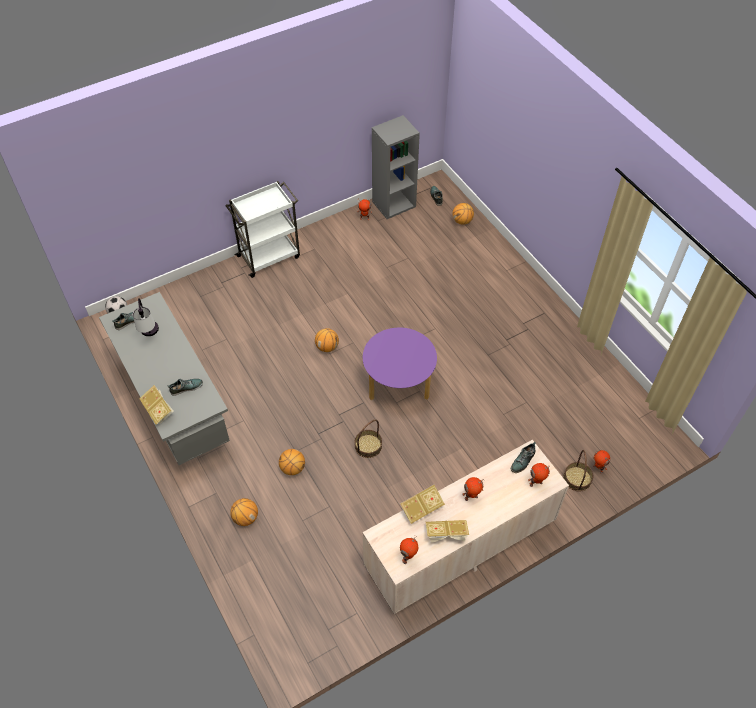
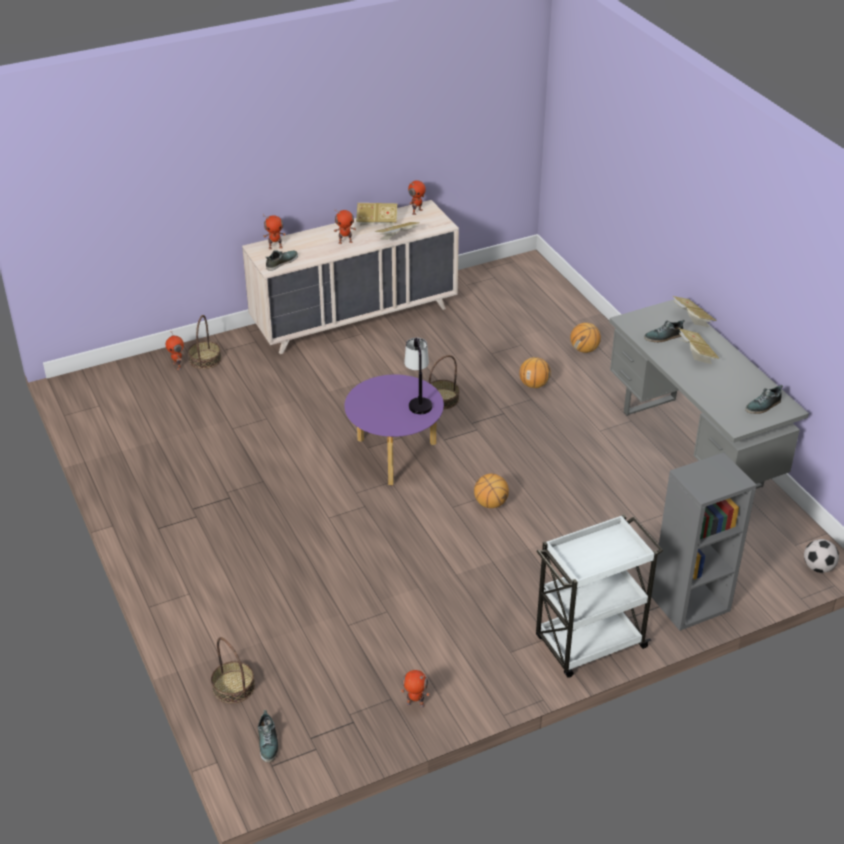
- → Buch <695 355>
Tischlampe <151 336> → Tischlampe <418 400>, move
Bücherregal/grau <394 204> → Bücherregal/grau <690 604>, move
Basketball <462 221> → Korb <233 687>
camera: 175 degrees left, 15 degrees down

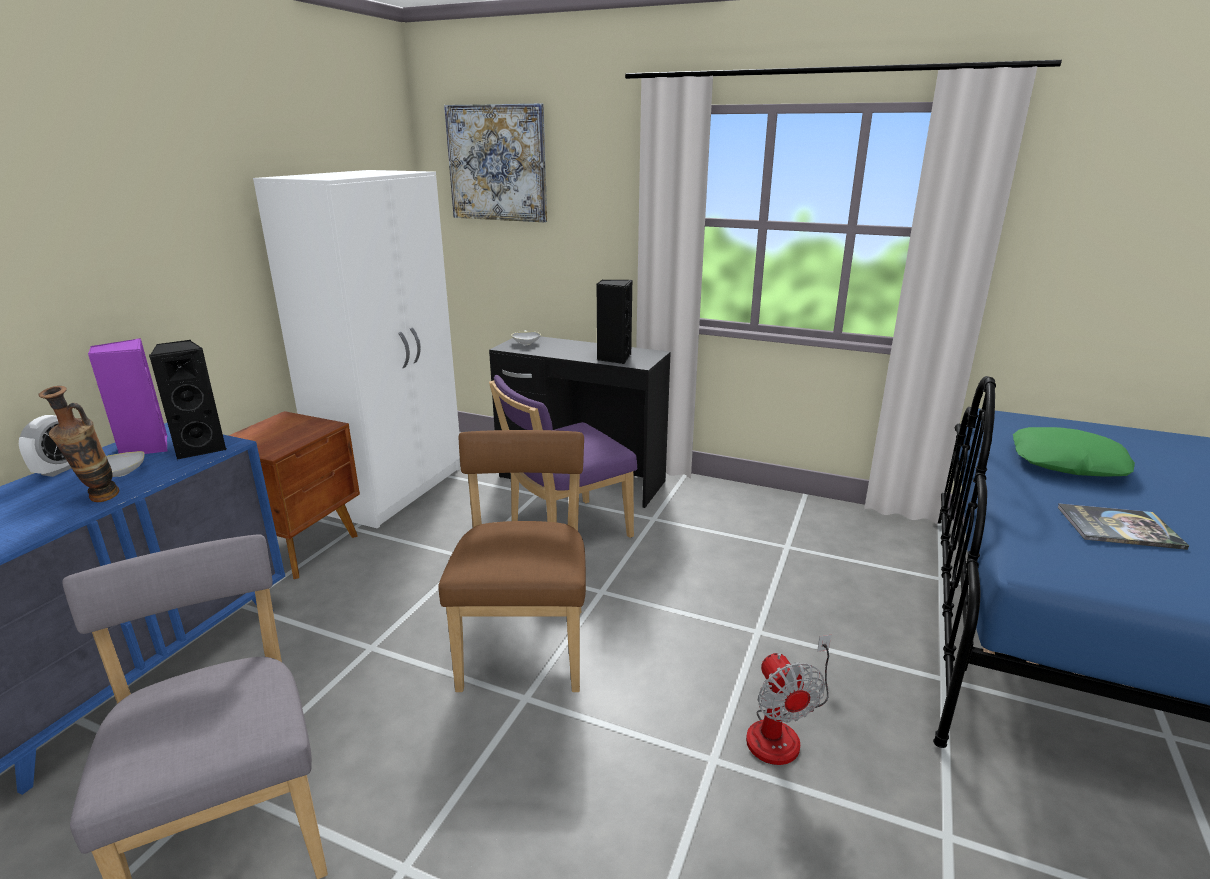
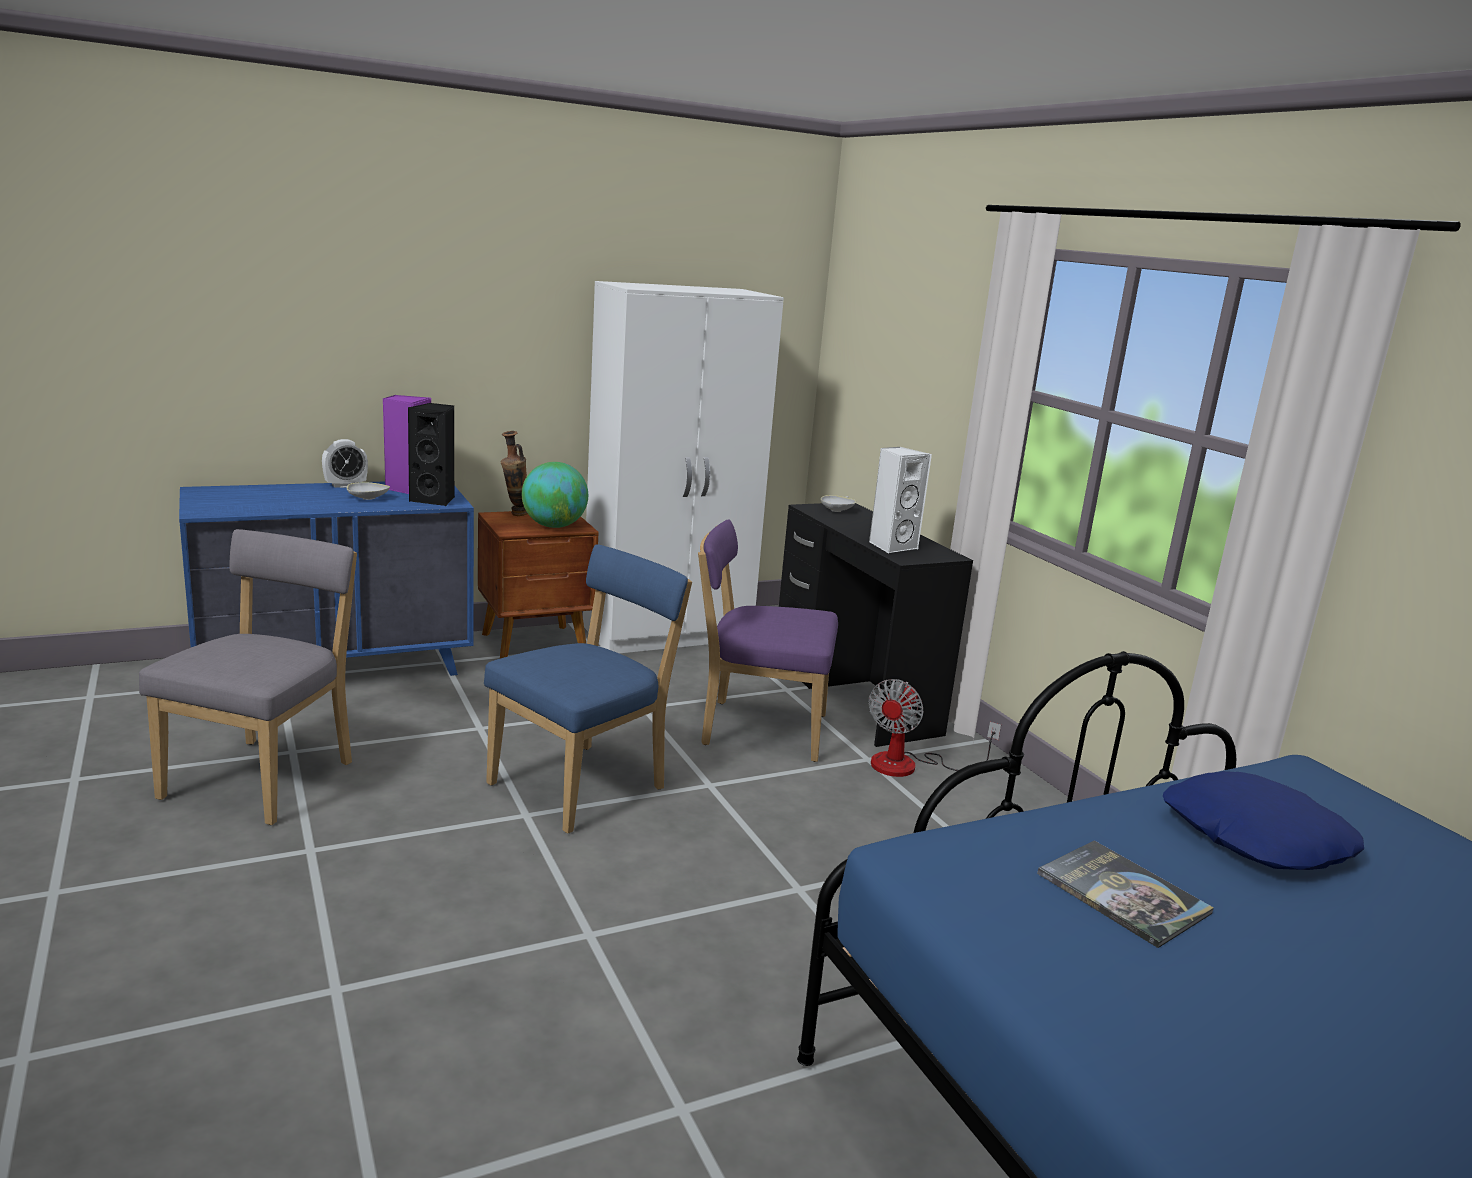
Bild <497 163> → -
- → Globus <554 526>
Vase <98 501> → Vase <514 515>, move
Ventilator <782 730> → Ventilator <909 765>, move
Stuhl/braun <525 644> → Stuhl/blau <584 784>
Lautsprecher/schwarz <614 358> → Lautsprecher/weiß <891 546>
Kissen/grün <1067 463> → Kissen/blau <1255 837>
camera: 40 degrees right, 5 degrees down

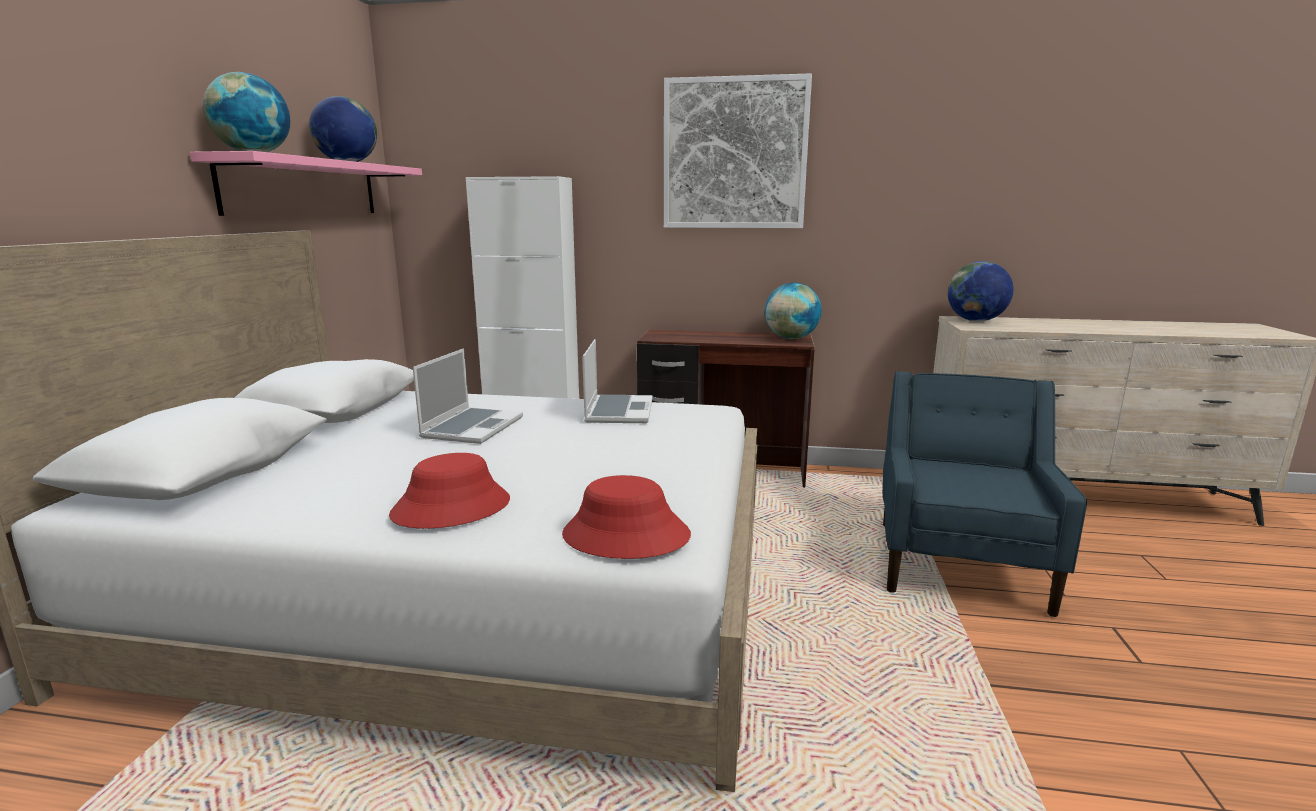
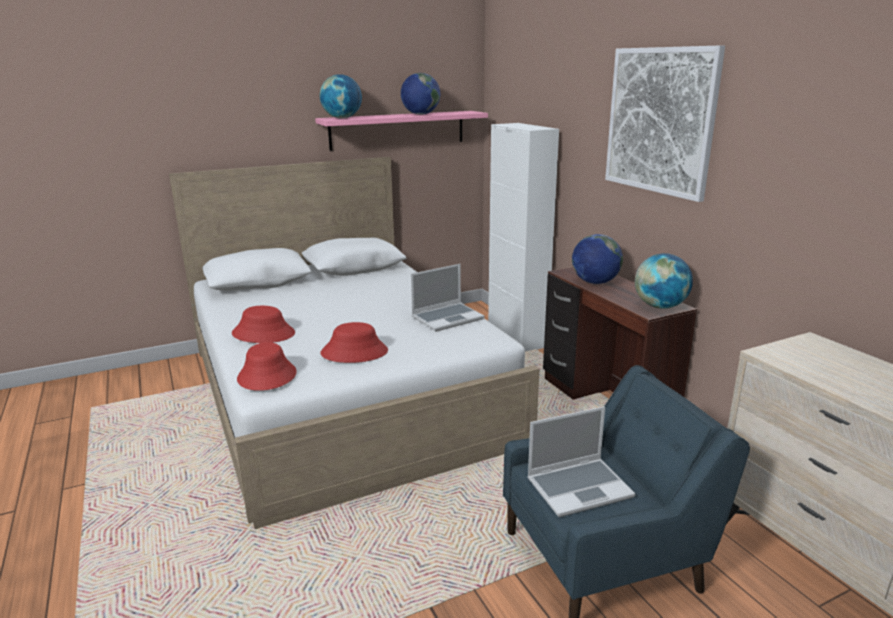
- → Hut/rot <354 352>
Laptop <472 427> → Laptop <579 487>, move
Globus <976 321> → Globus <595 282>, move
camera: 55 degrees right, 5 degrees up

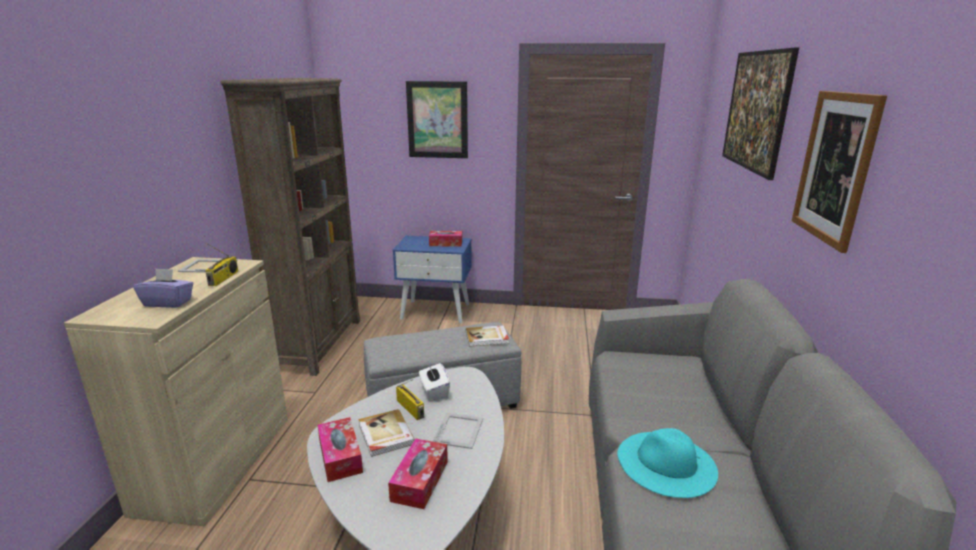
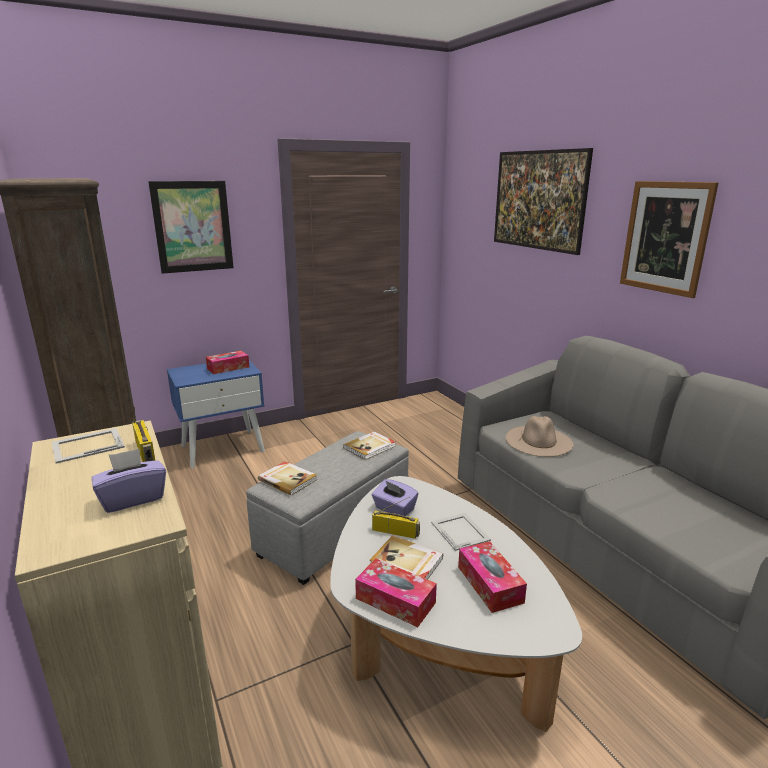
Hut/türkis <666 463> → -
- → Buch <288 479>
- → Hut/beige <539 440>
Taschentuchbox/weiß <434 392> → Taschentuchbox/lila <394 509>
camera: 35 degrees left, 0 degrees up

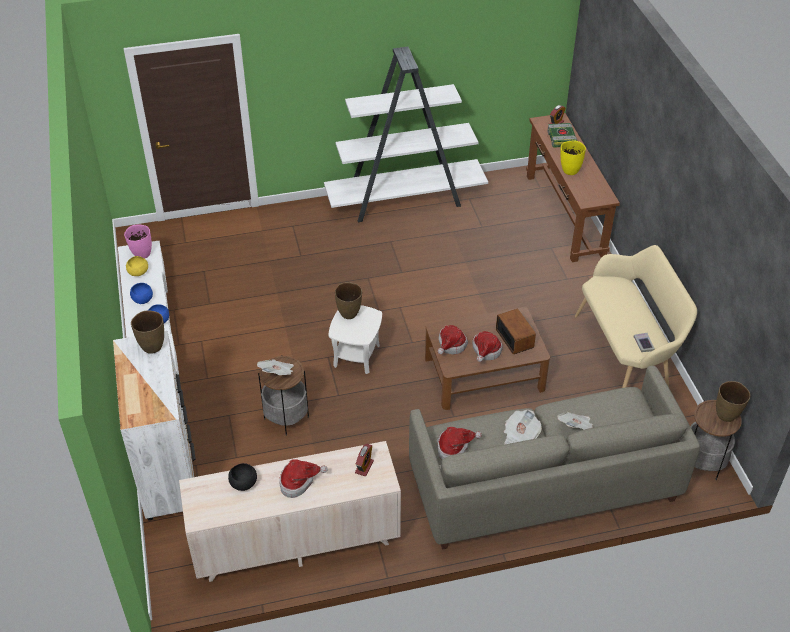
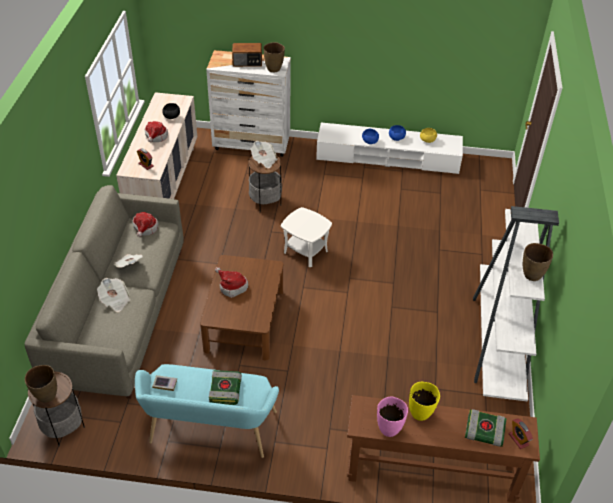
Hut <451 345> → -
- → Buch <226 391>
Vase/rosa <142 254> → Vase/rosa <389 428>, move
Vase/braun <349 314> → Vase/braun <531 275>, move
Radio <515 338> → Radio <247 62>, move
Bank/beige <626 353> → Bank/türkis <210 432>
camera: 110 degrees right, 0 degrees up

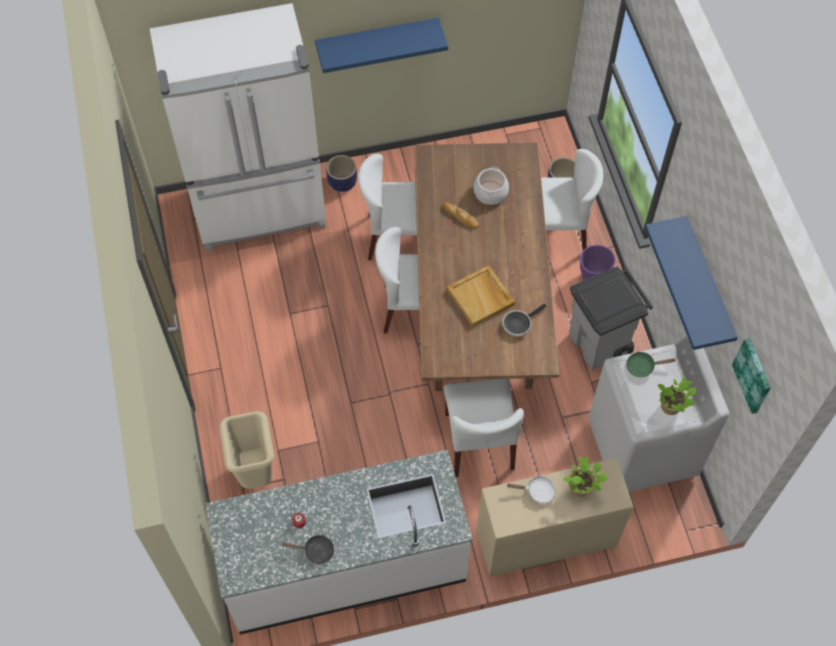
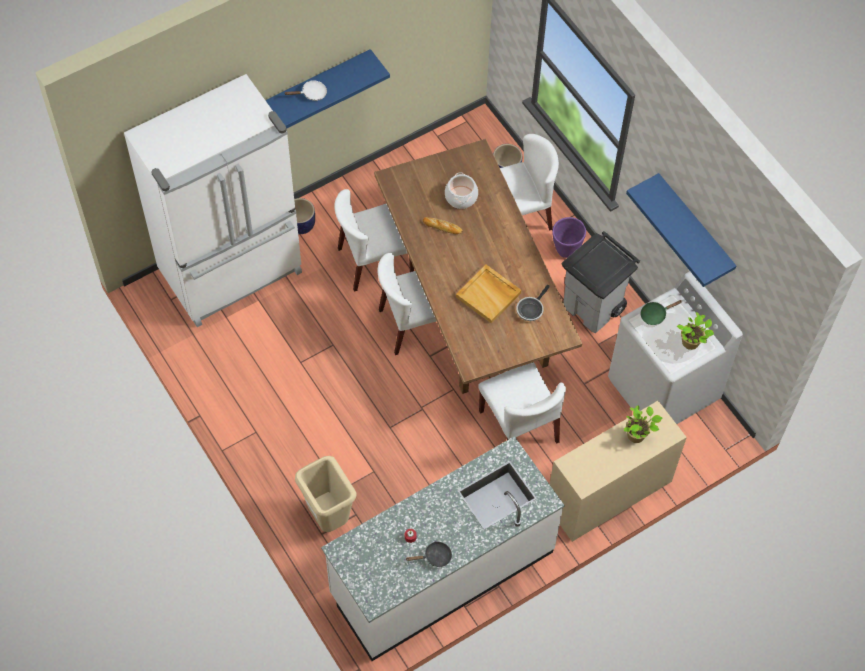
Bild <753 375> → -
Pfanne/weiß <537 491> → Pfanne/weiß <311 94>, move
camera: 20 degrees left, 0 degrees up

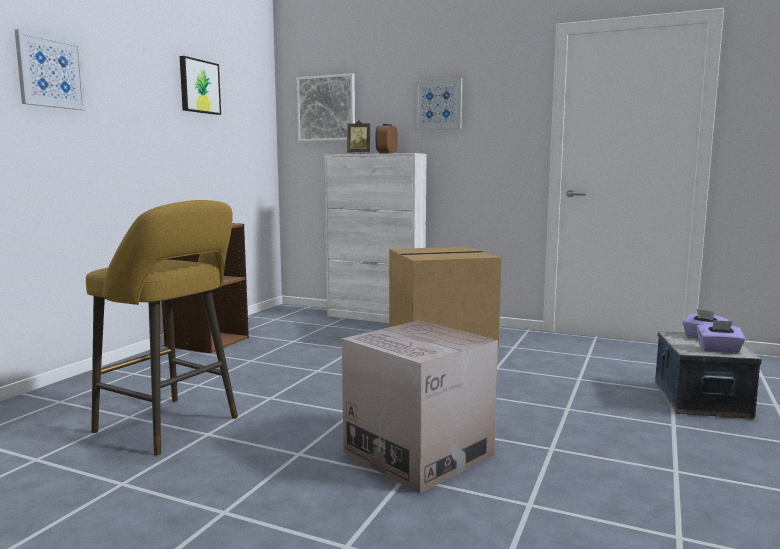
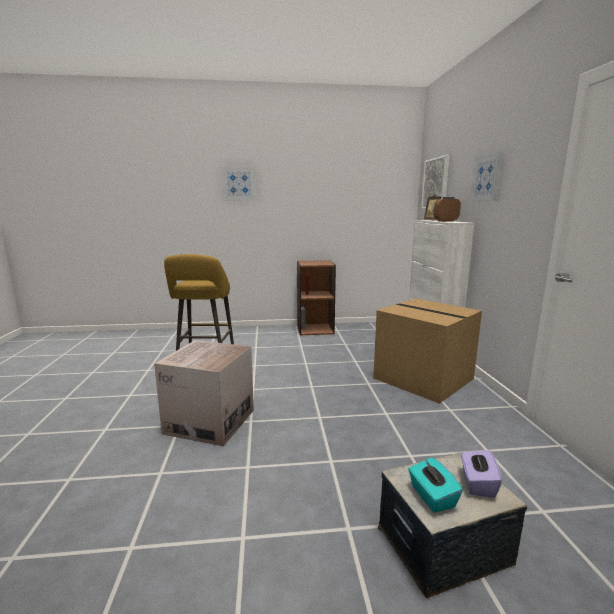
Bild <199 86> → -
Taschentuchbox/lila <719 349> → Taschentuchbox/türkis <431 497>
camera: 60 degrees right, 5 degrees up

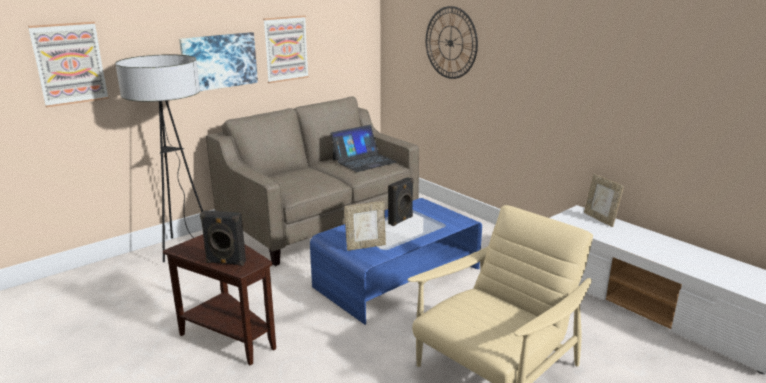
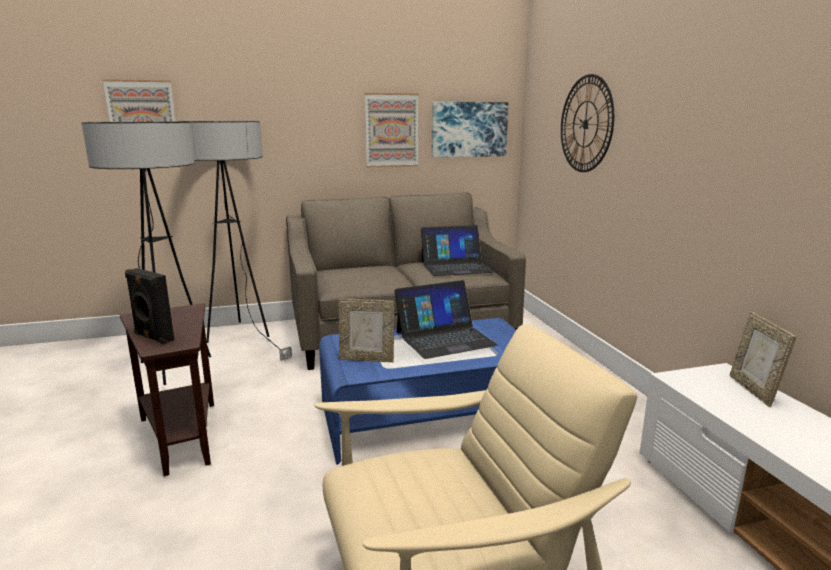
- → Stehlampe <171 371>
Bild <219 61> → Bild <469 129>, move
Lautsprecher/schwarz <401 220> → Laptop <445 338>
camera: 25 degrees right, 5 degrees down

